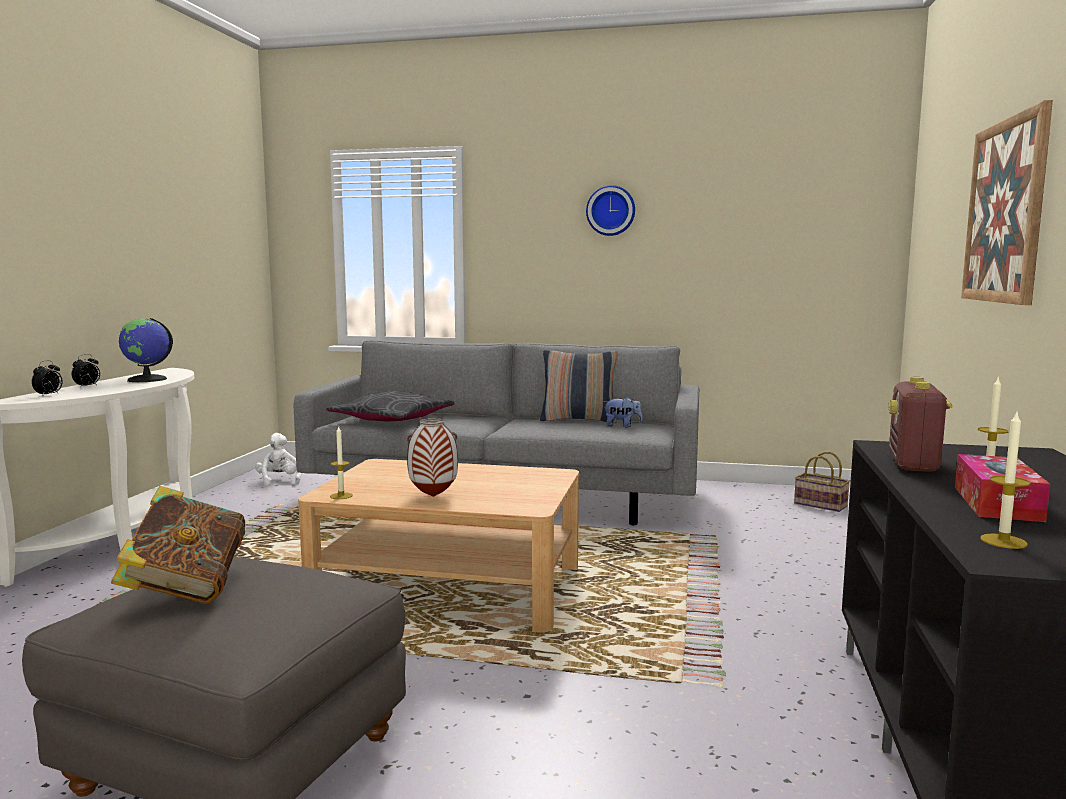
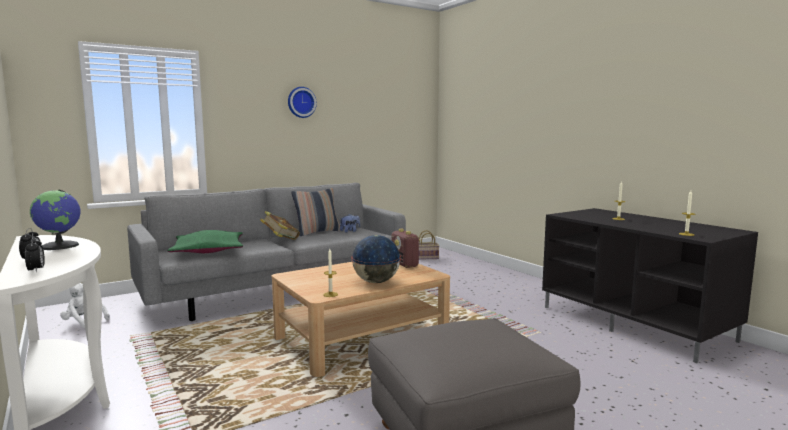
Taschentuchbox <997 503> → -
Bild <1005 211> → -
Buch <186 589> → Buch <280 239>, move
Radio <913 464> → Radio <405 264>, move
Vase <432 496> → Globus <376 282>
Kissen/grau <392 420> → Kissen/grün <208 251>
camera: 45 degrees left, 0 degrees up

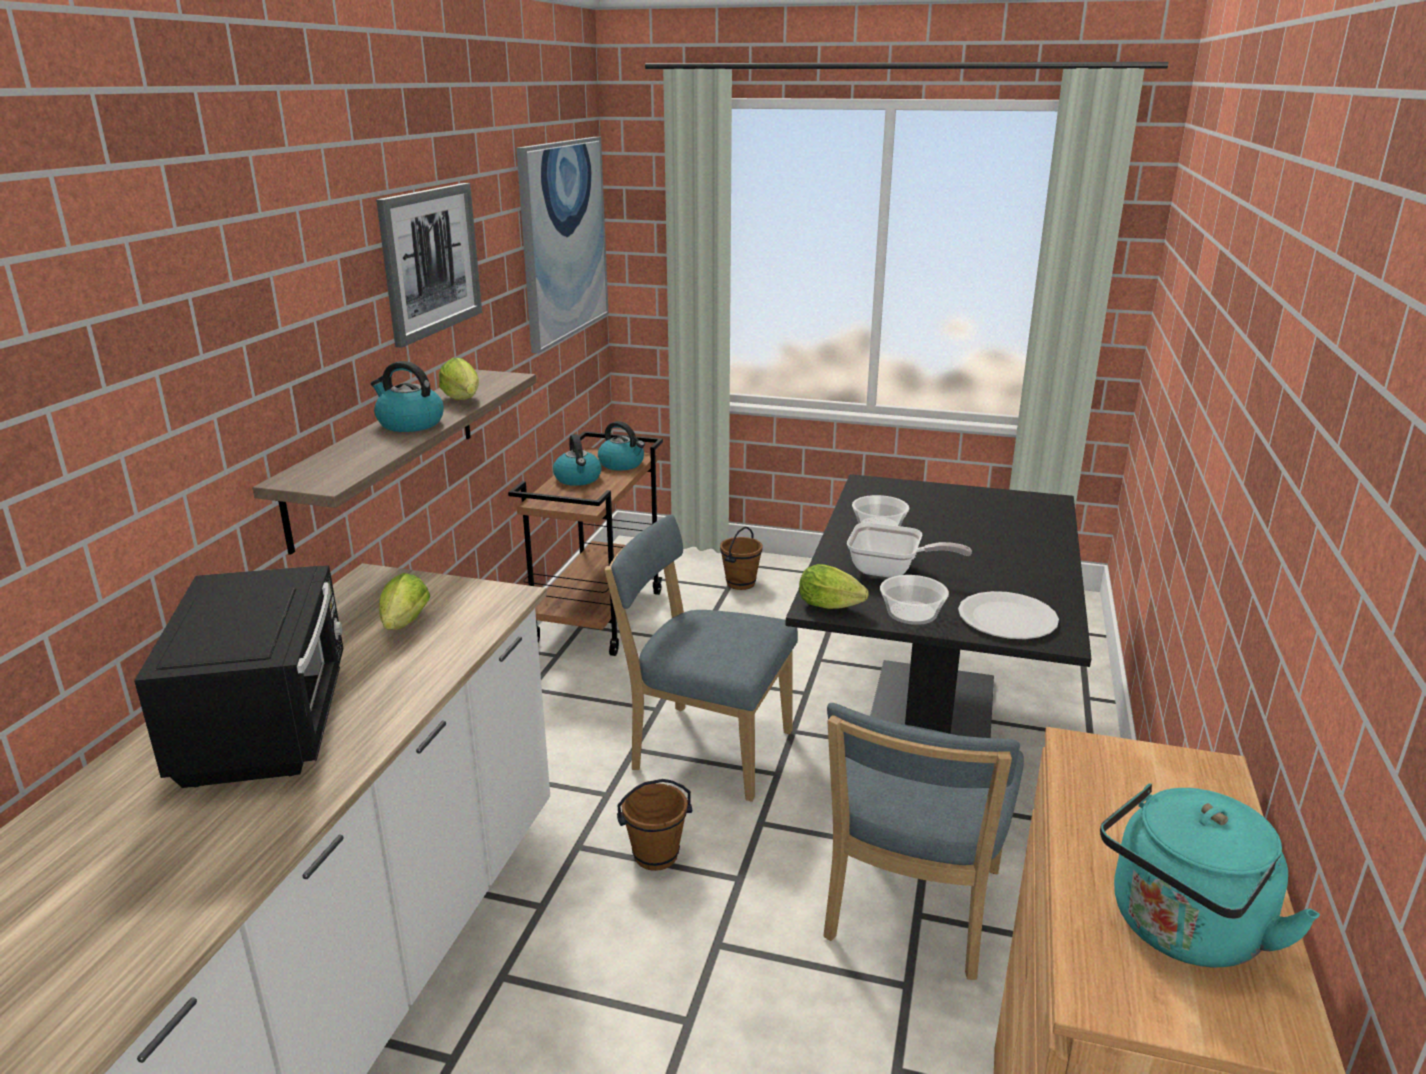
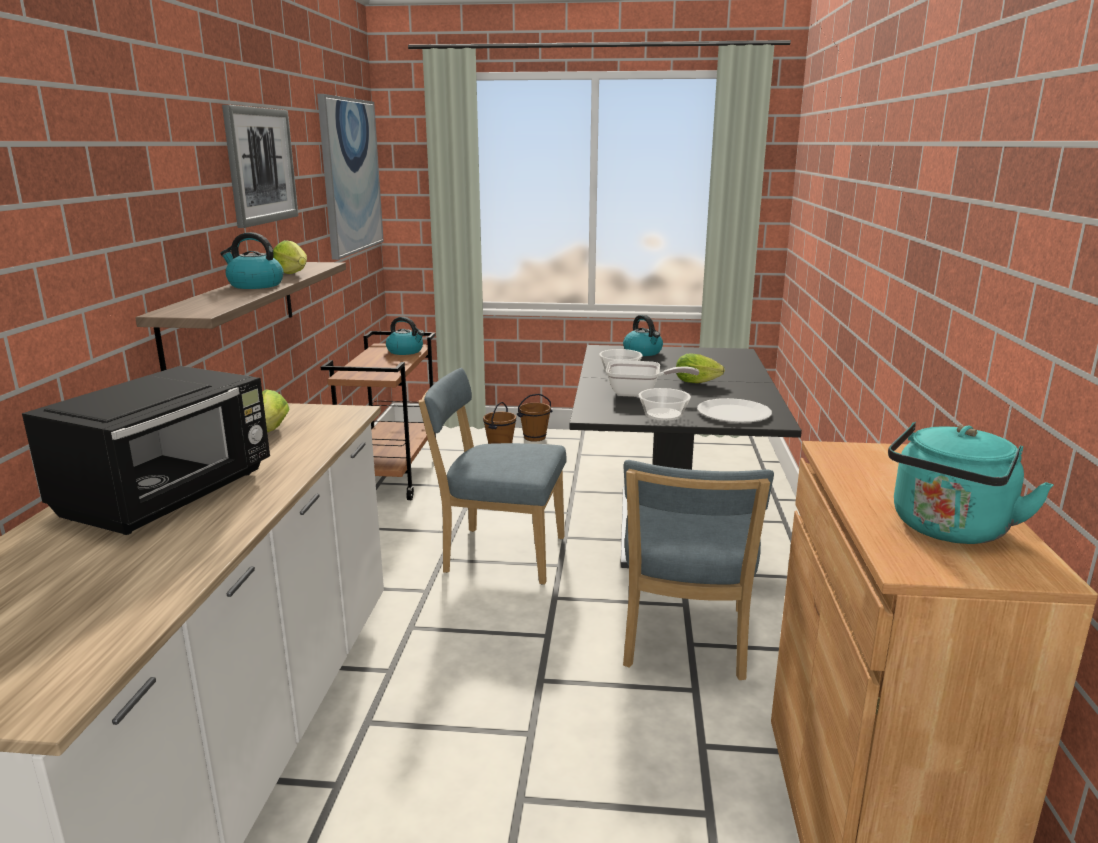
Wasserkessel <578 479> → Wasserkessel <643 352>, move
Eimer/braun <655 855> → Eimer/braun <534 437>, move
Salatkopf <833 607> → Salatkopf <699 382>, move
Mikrowelle/schwarz <268 723> → Mikrowelle/schwarz <170 495>, 45 degrees clockwise
camera: 10 degrees left, 5 degrees down

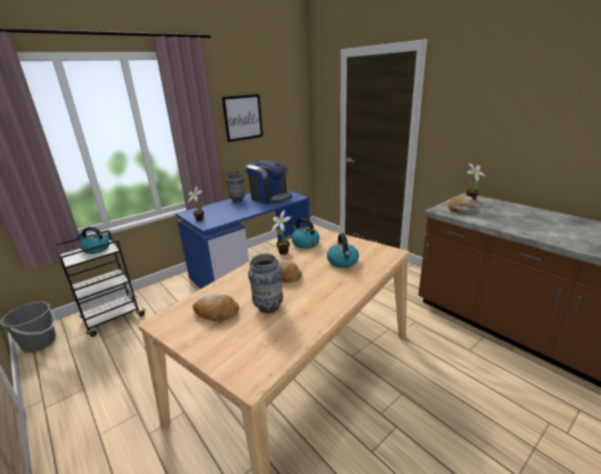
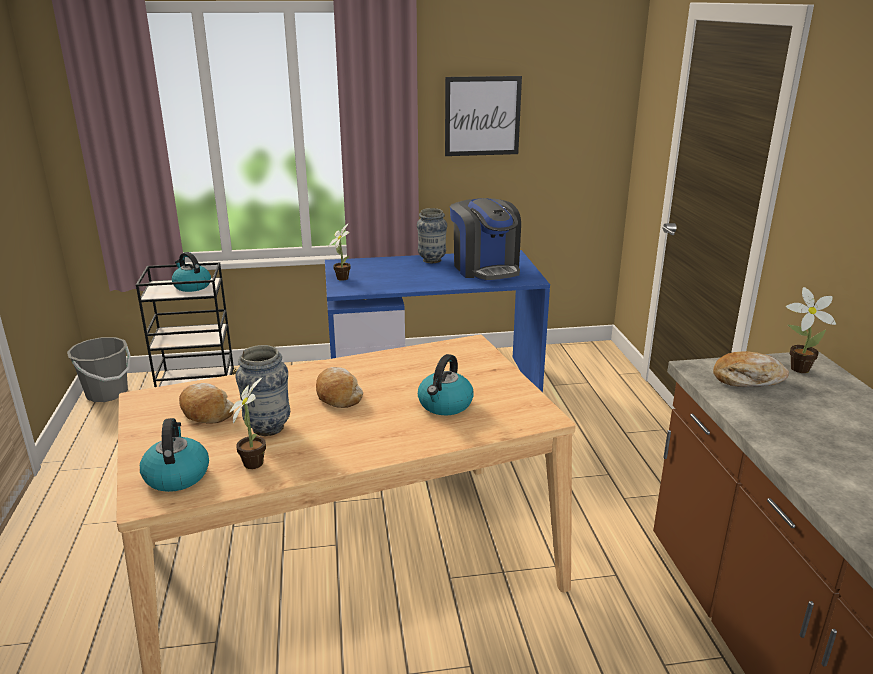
Topfpflanze <282 252> → Topfpflanze <254 461>, move
Wasserkessel <305 243> → Wasserkessel <176 475>, move
camera: 30 degrees right, 0 degrees up

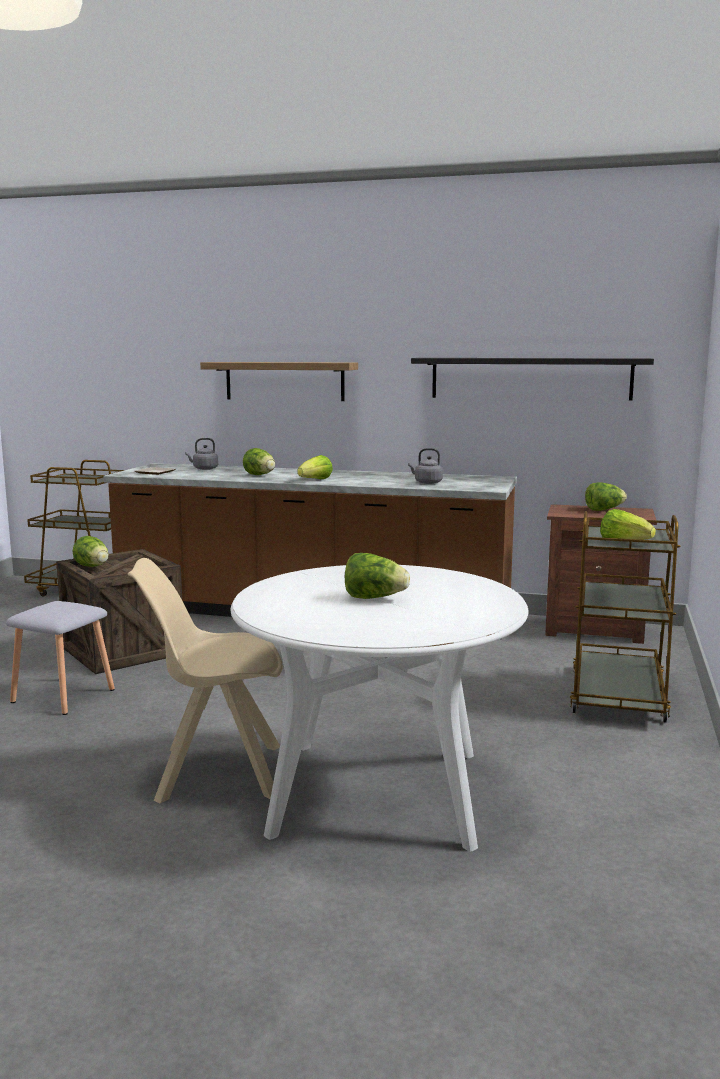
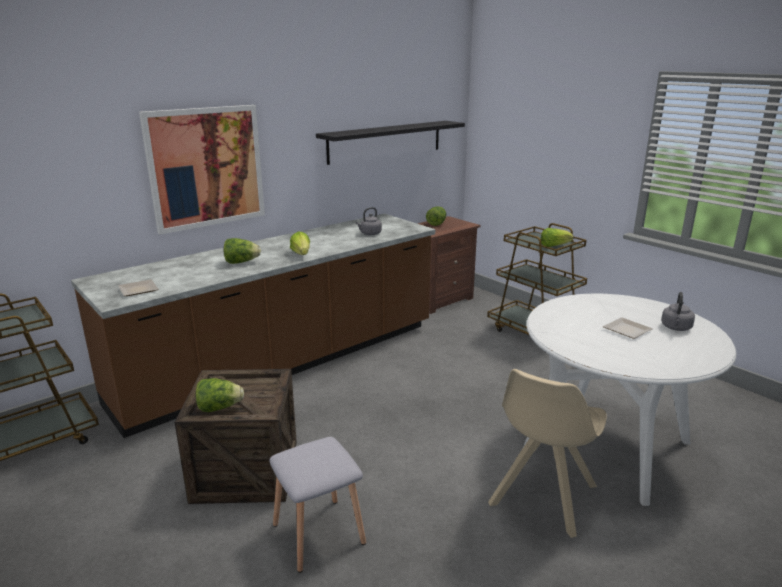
Wasserkessel/grau <204 469> → Wasserkessel/grau <676 328>, move
Wandregal <284 381> → Bild <206 167>
Salatkopf <374 598> → Teller <625 330>
camera: 55 degrees left, 10 degrees up

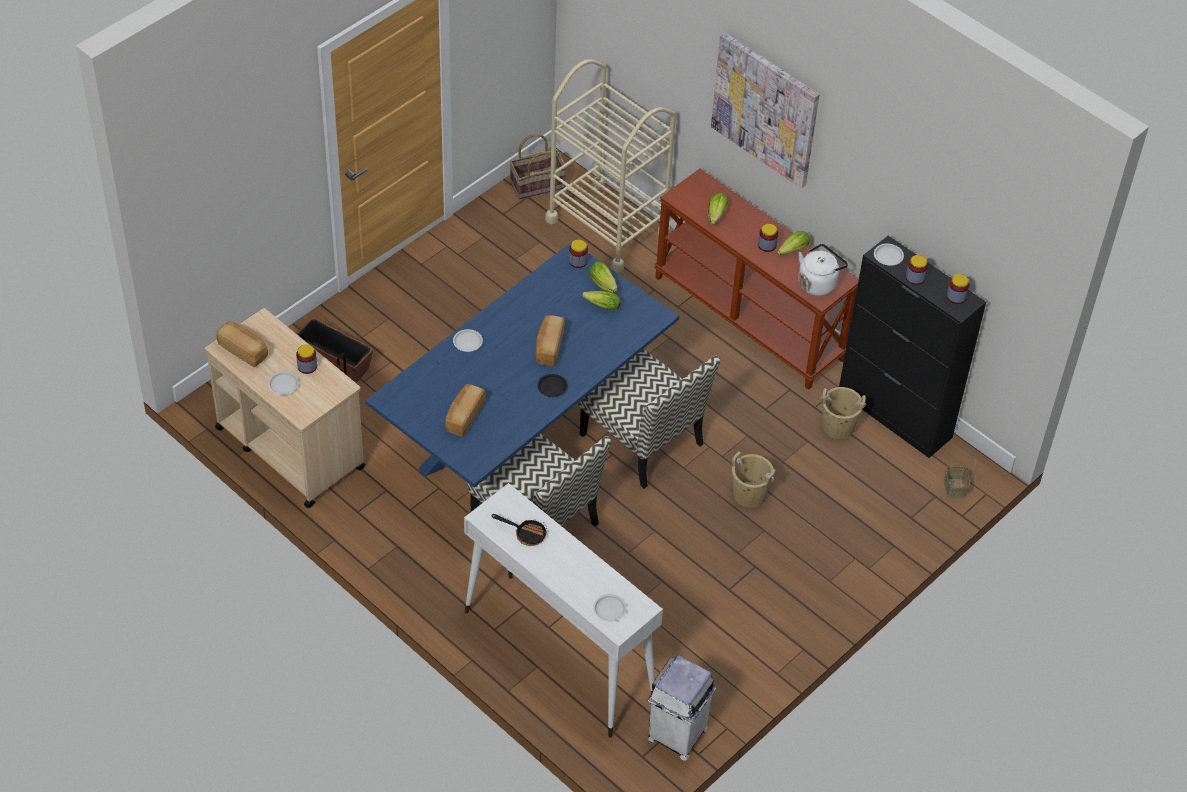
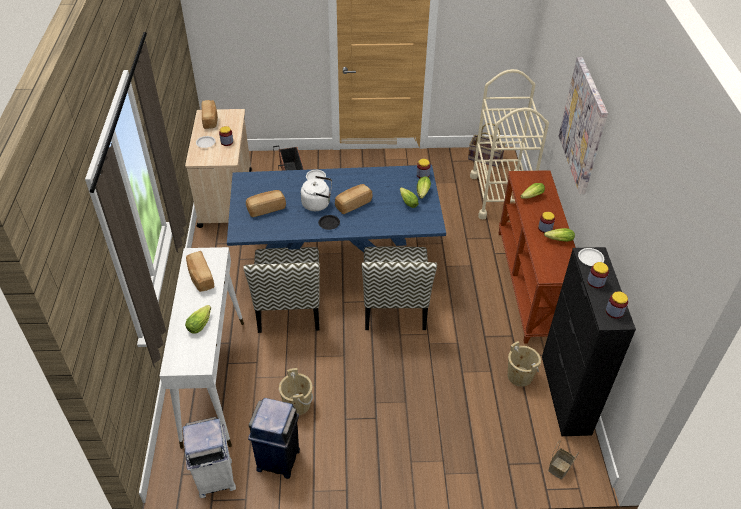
Teller/weiß <610 609> → -
- → Salatkopf <201 323>
- → Mülleimer/blau <278 459>
Eimer/beige <749 494> → Eimer/beige <297 404>, move
Wasserkessel/weiß <818 283> → Wasserkessel/weiß <318 204>, move
Pfanne <526 533> → Brot <200 278>
camera: 45 degrees right, 5 degrees down

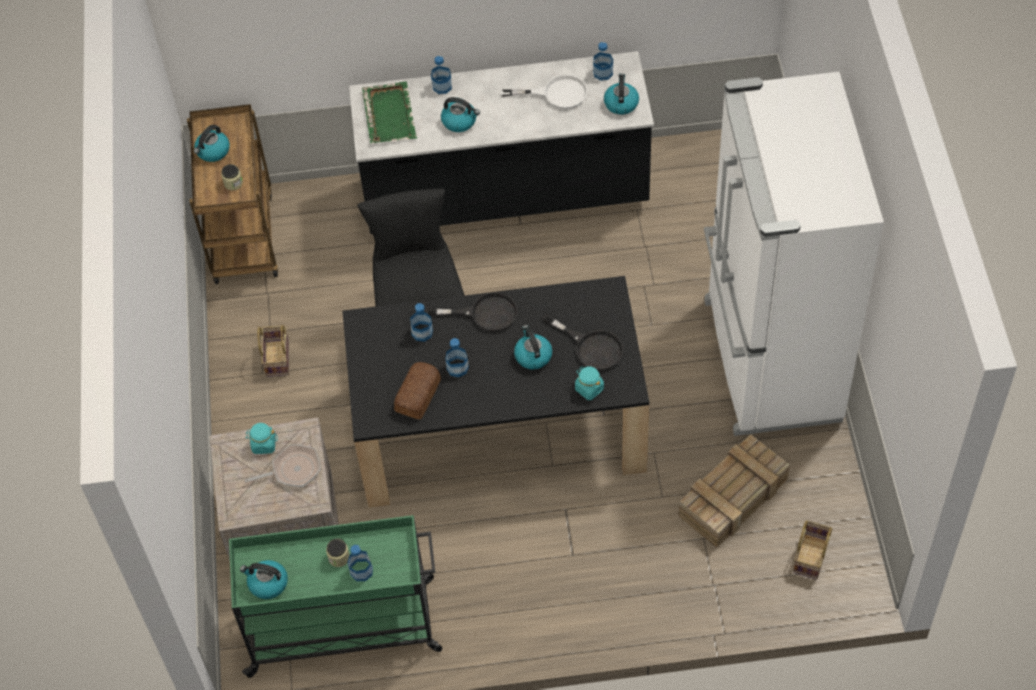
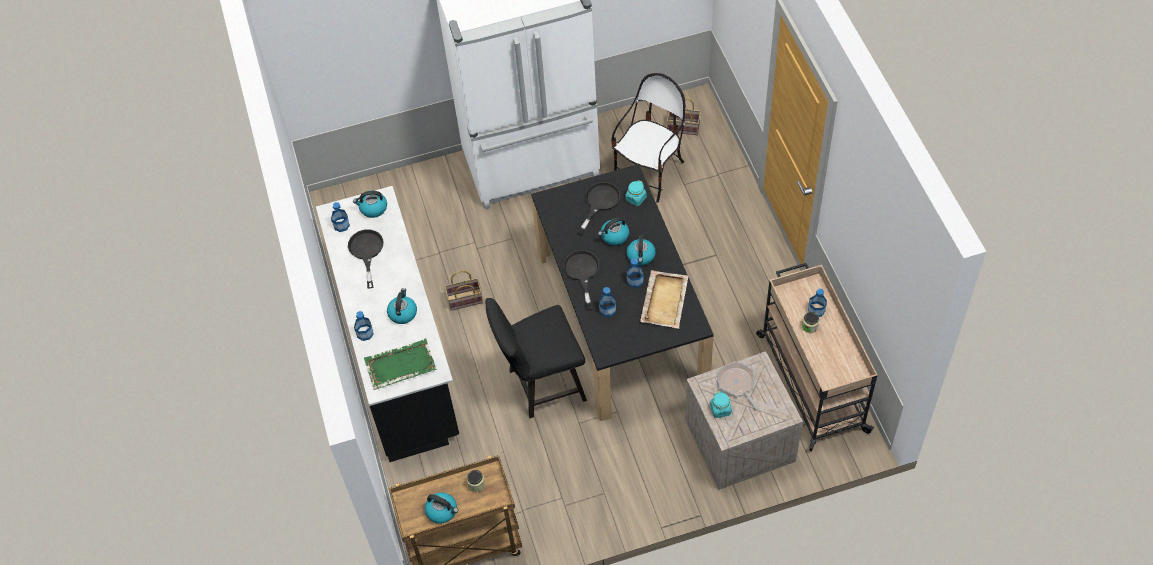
Wasserkessel <267 584> → Wasserkessel <641 256>, move
Korb <276 357> → Korb <464 300>, move
Brot <419 395> → Tablett/beige <664 300>
Kiste <732 499> → Stuhl <650 173>
Rollwagen/grün <344 626> → Rollwagen/beige <811 381>
Pfanne/weiß <556 94> → Pfanne/schwarz <366 252>
camera: 100 degrees left, 0 degrees up

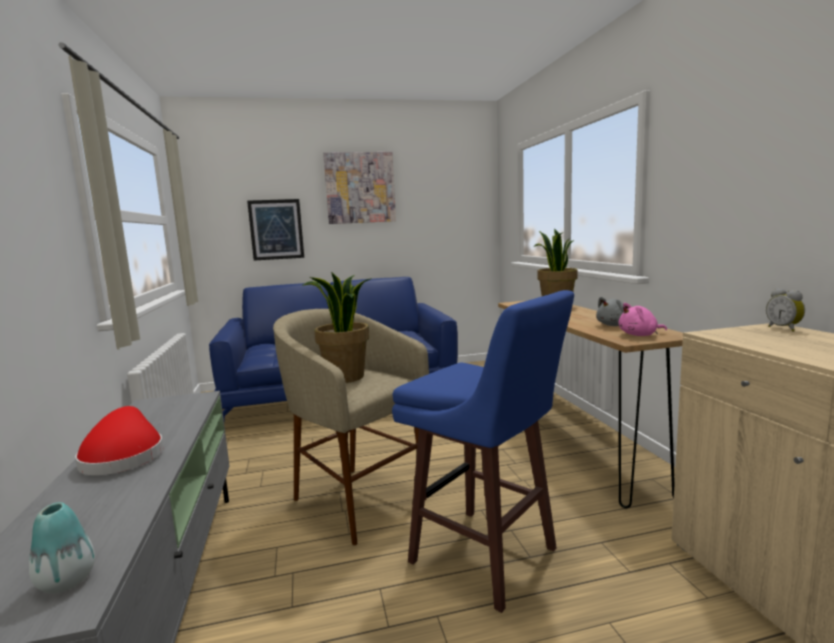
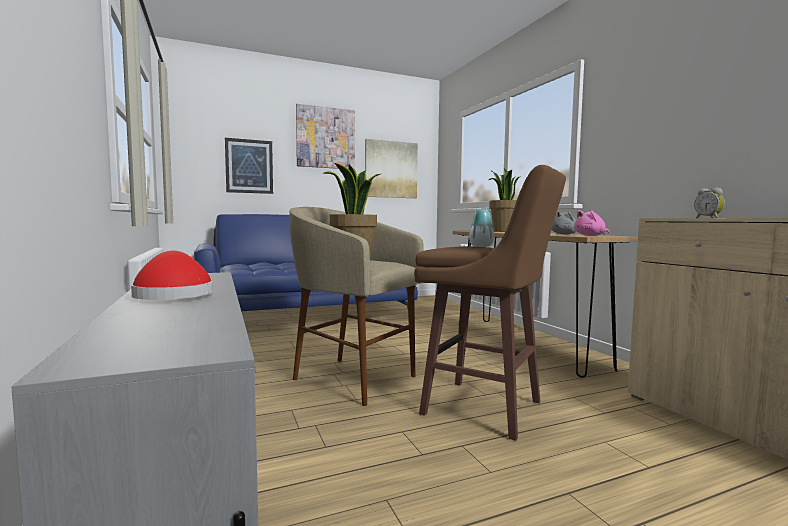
- → Bild <391 169>
Vase <66 581> → Vase <481 246>, move
Hocker/blau <486 558> → Hocker/braun <485 409>
camera: 10 degrees left, 5 degrees down

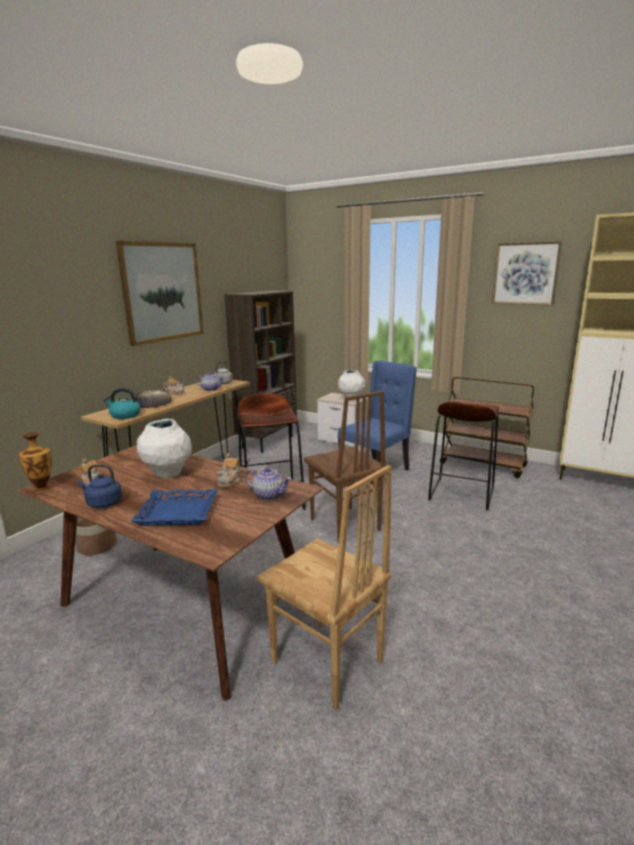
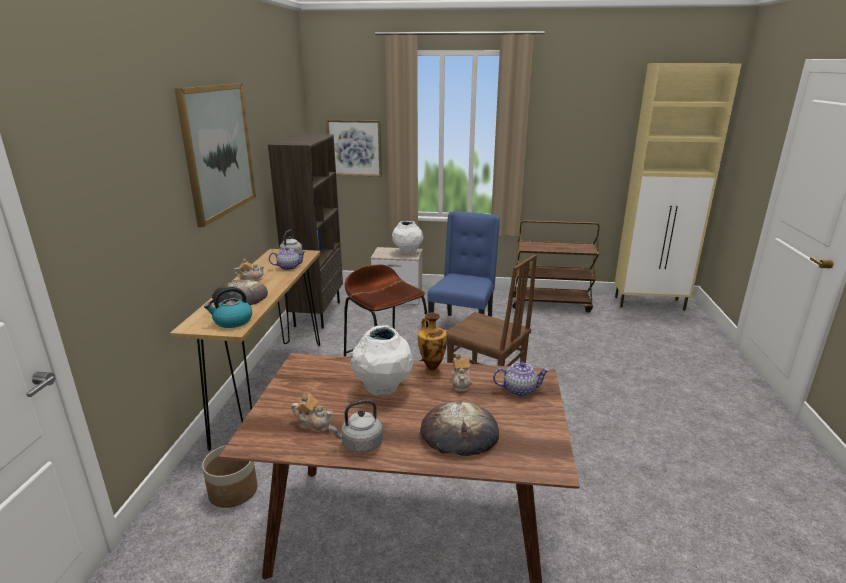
Stuhl/braun <326 663> → -
Hocker/braun <461 493> → -
Vase <42 489> → Vase <432 370>, move
Bild <525 274> → Bild <354 148>, move
Tablett/blau <177 513> → Brot <459 434>
Wasserkessel/blau <102 503> → Wasserkessel/grau <360 445>
camera: 25 degrees left, 5 degrees up

